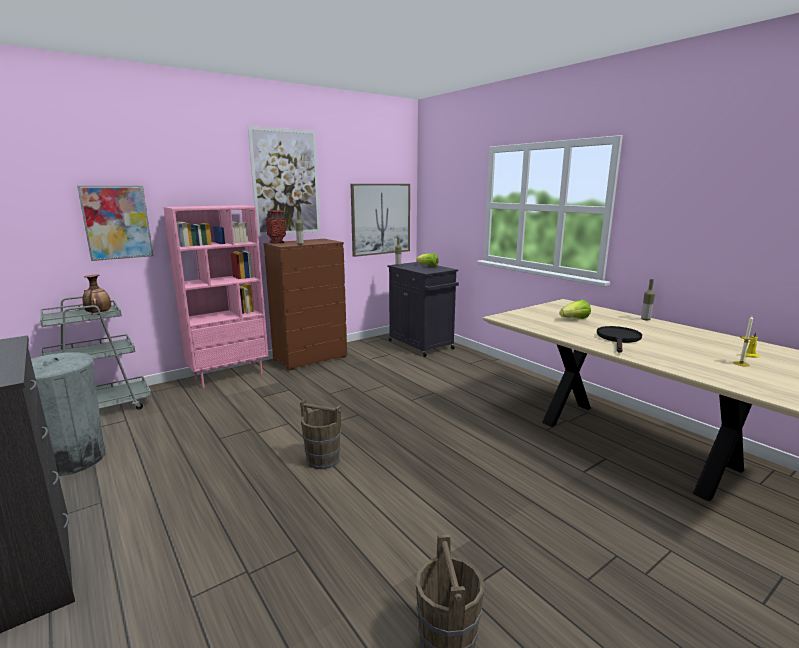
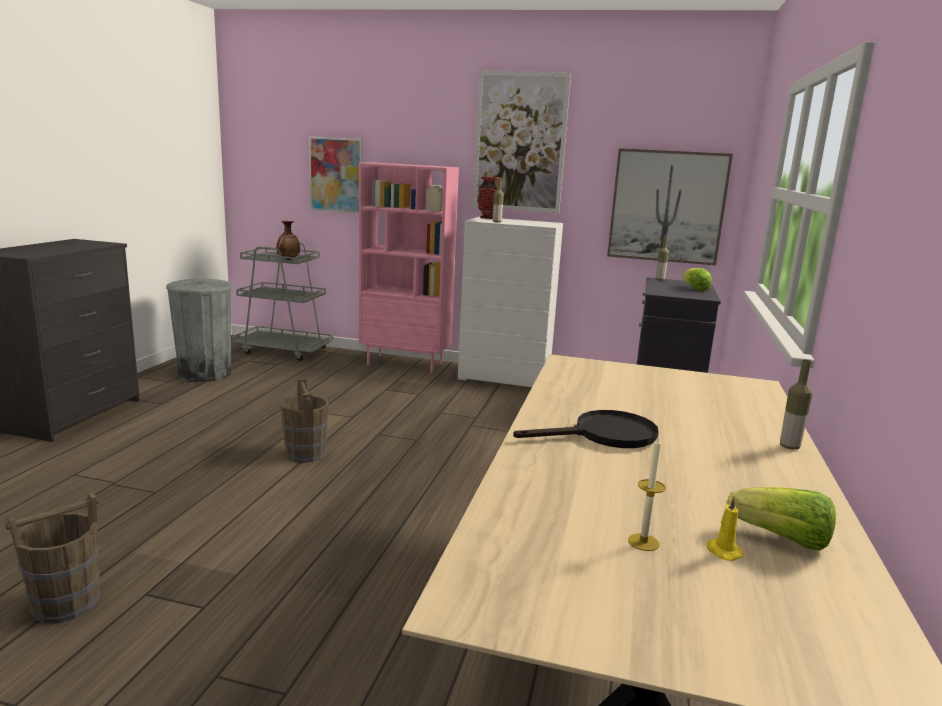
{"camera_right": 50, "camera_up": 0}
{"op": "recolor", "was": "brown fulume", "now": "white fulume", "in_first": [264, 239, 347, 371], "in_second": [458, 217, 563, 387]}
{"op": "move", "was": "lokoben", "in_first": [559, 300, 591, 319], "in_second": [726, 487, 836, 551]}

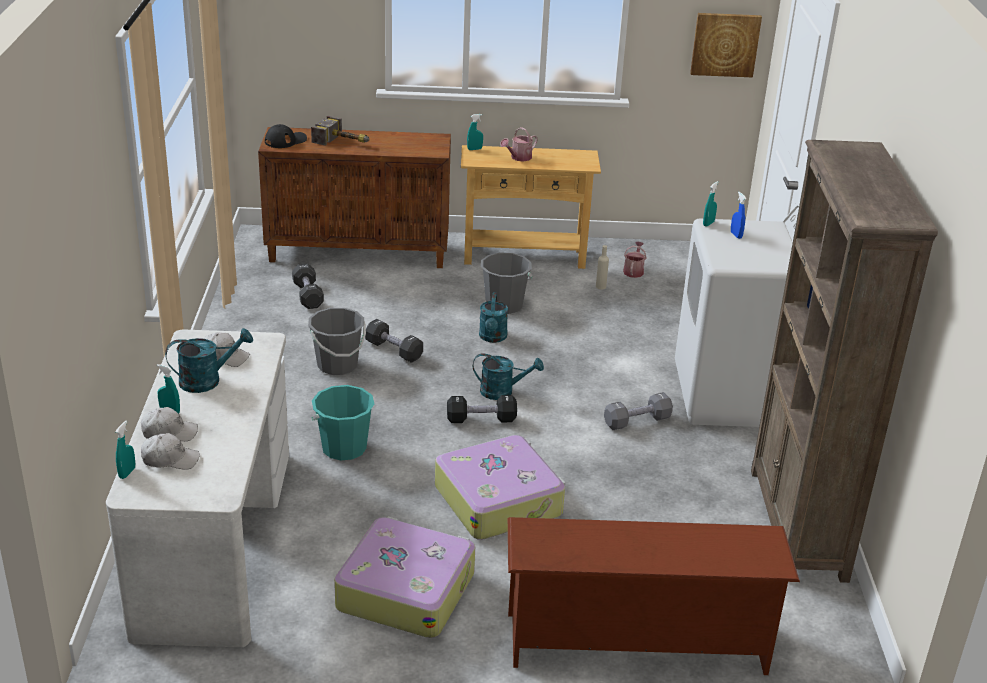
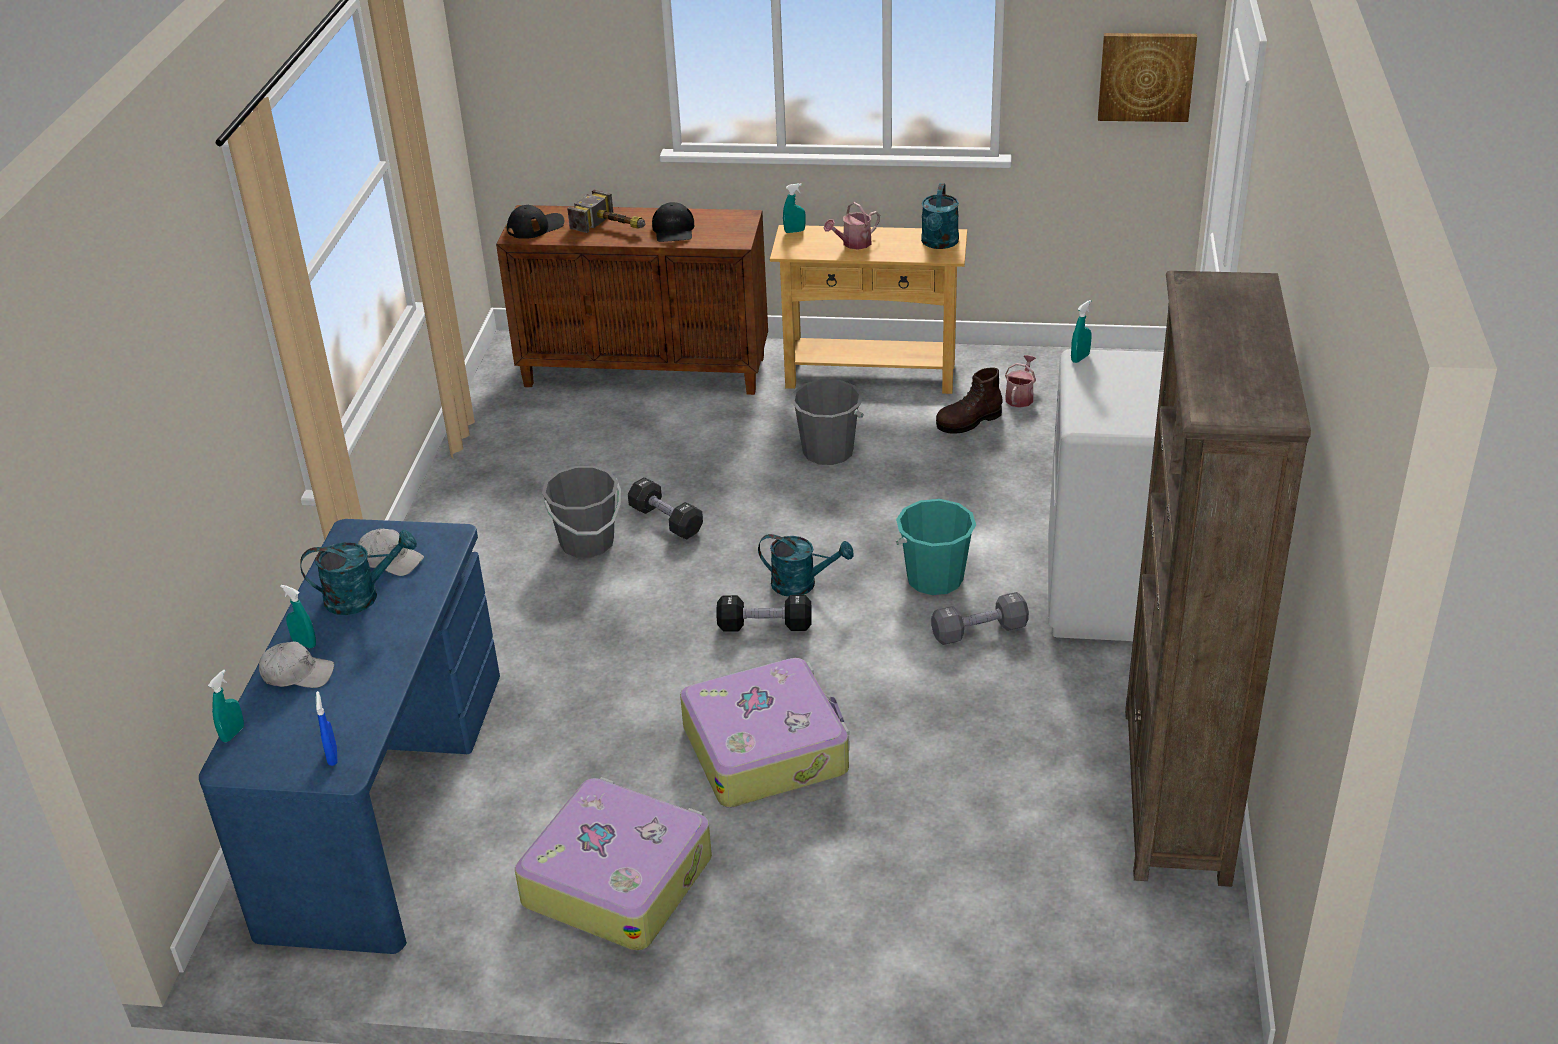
{"camera_right": 10, "camera_up": 5}
{"op": "move", "was": "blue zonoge", "in_first": [731, 192, 746, 239], "in_second": [316, 691, 338, 766]}
{"op": "replace", "was": "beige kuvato", "now": "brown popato", "in_first": [596, 245, 609, 289], "in_second": [936, 367, 1003, 434]}
{"op": "delete", "was": "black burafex", "in_first": [292, 263, 324, 309]}
{"op": "move", "was": "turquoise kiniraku", "in_first": [479, 293, 508, 343], "in_second": [921, 183, 959, 249]}
{"op": "recolor", "was": "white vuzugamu", "now": "blue vuzugamu", "in_first": [106, 329, 289, 647], "in_second": [199, 519, 500, 954]}
{"op": "move", "was": "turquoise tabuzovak", "in_first": [312, 385, 374, 460], "in_second": [896, 499, 976, 595]}
{"op": "delete", "was": "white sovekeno", "in_first": [141, 433, 200, 470]}
{"op": "delete", "was": "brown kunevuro", "in_first": [508, 517, 800, 675]}
{"op": "insert", "now": "black sovekeno", "in_second": [652, 202, 694, 242]}

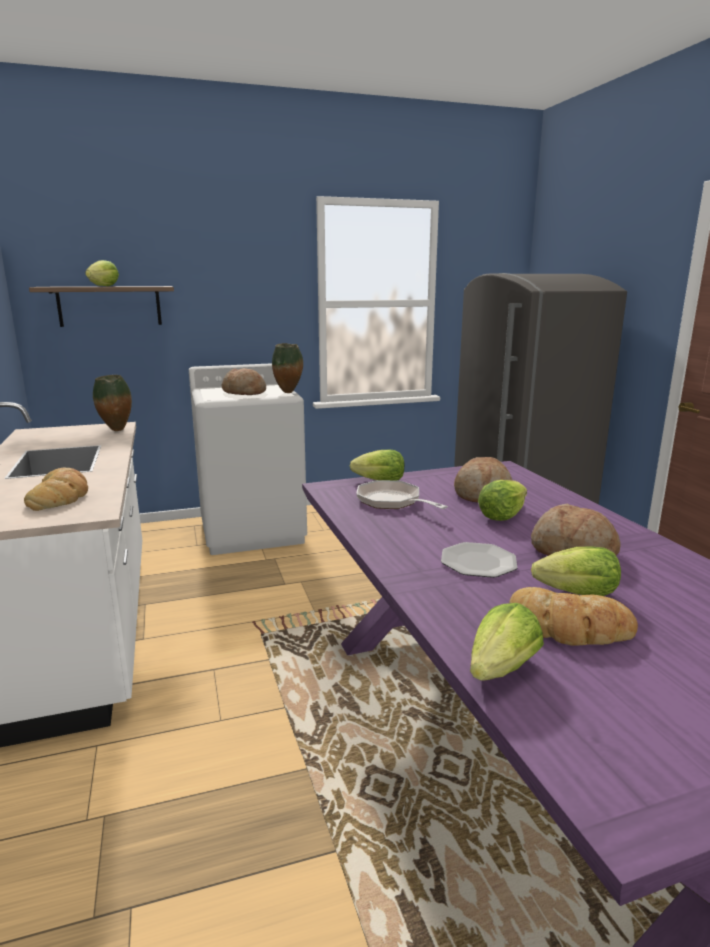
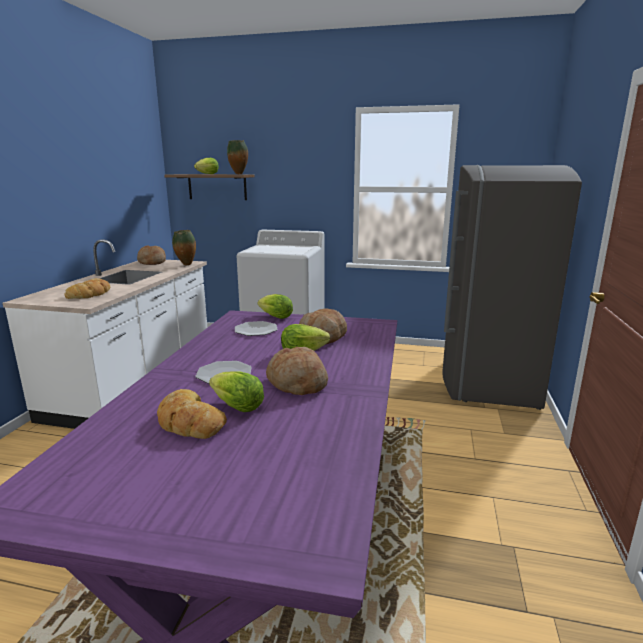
{"camera_right": 30, "camera_up": 0}
{"op": "move", "was": "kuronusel", "in_first": [272, 343, 303, 393], "in_second": [227, 140, 248, 174]}
{"op": "move", "was": "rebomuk", "in_first": [221, 368, 266, 395], "in_second": [137, 245, 166, 265]}
{"op": "replace", "was": "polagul", "now": "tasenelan", "in_first": [356, 480, 448, 509], "in_second": [235, 321, 278, 336]}
{"op": "delete", "was": "lokoben", "in_first": [470, 603, 544, 681]}

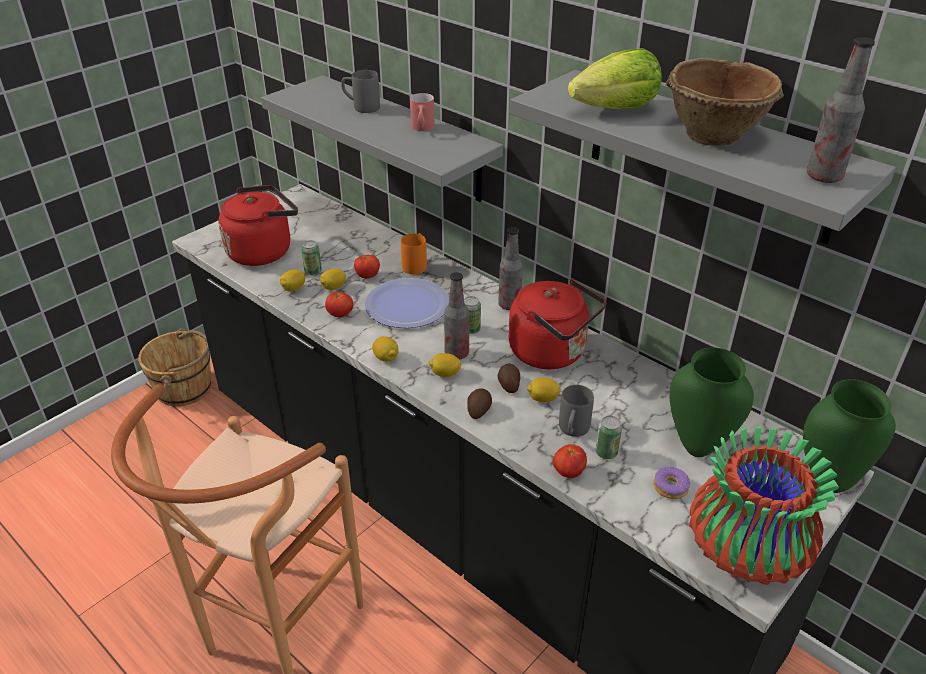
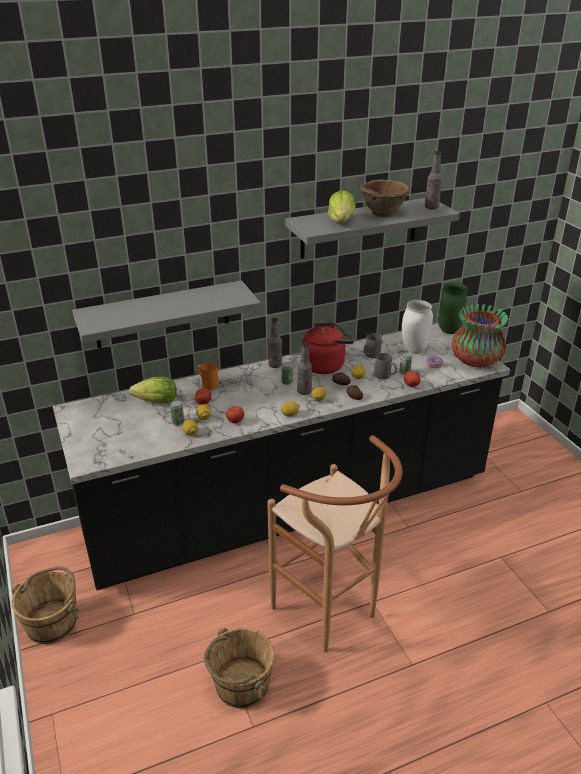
{"camera_right": -65, "camera_up": -5}
{"op": "move", "was": "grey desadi", "in_first": [341, 70, 380, 113], "in_second": [364, 333, 382, 358]}
{"op": "delete", "was": "red desadi", "in_first": [410, 93, 435, 131]}
{"op": "delete", "was": "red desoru", "in_first": [218, 185, 298, 266]}
{"op": "delete", "was": "tasenelan", "in_first": [365, 278, 449, 328]}
{"op": "recolor", "was": "green kuronusel", "now": "white kuronusel", "in_first": [669, 347, 754, 457], "in_second": [402, 300, 433, 354]}
{"op": "insert", "now": "lokoben", "in_second": [129, 377, 177, 403]}
{"op": "insert", "now": "brown tabuzovak", "in_second": [204, 628, 274, 708]}

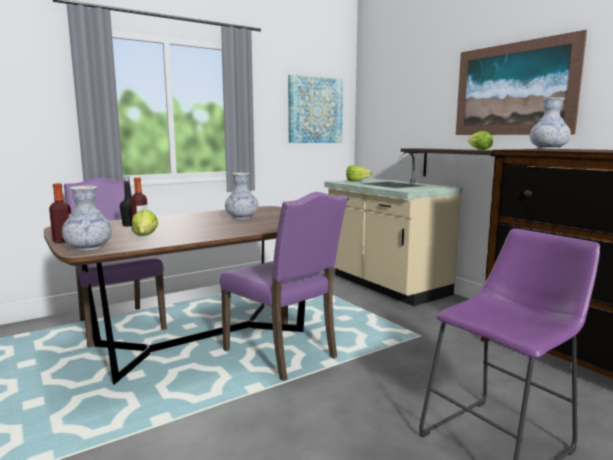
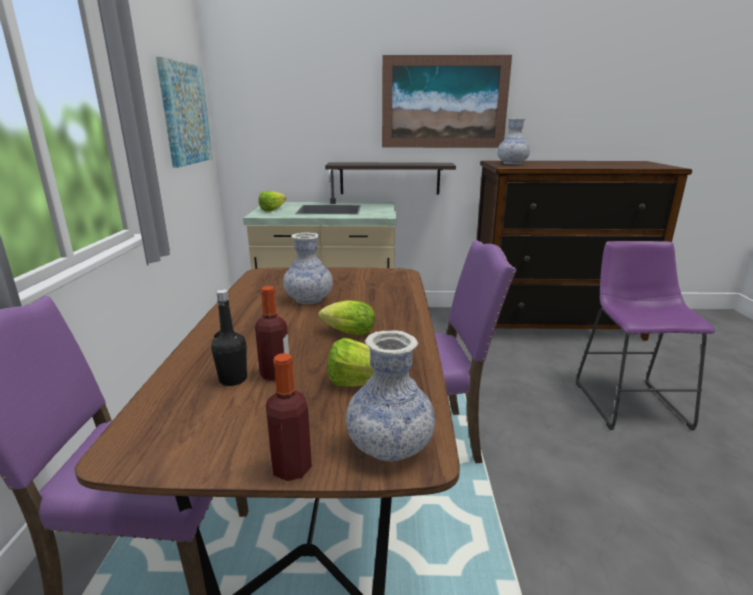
{"camera_right": -55, "camera_up": 10}
{"op": "move", "was": "lokoben", "in_first": [468, 131, 493, 150], "in_second": [319, 300, 375, 335]}

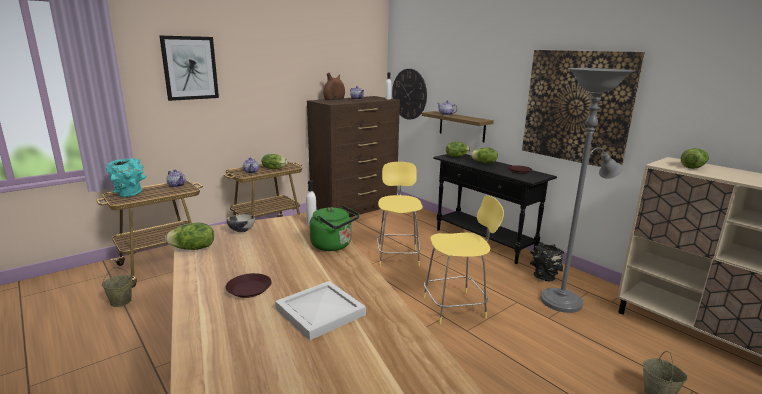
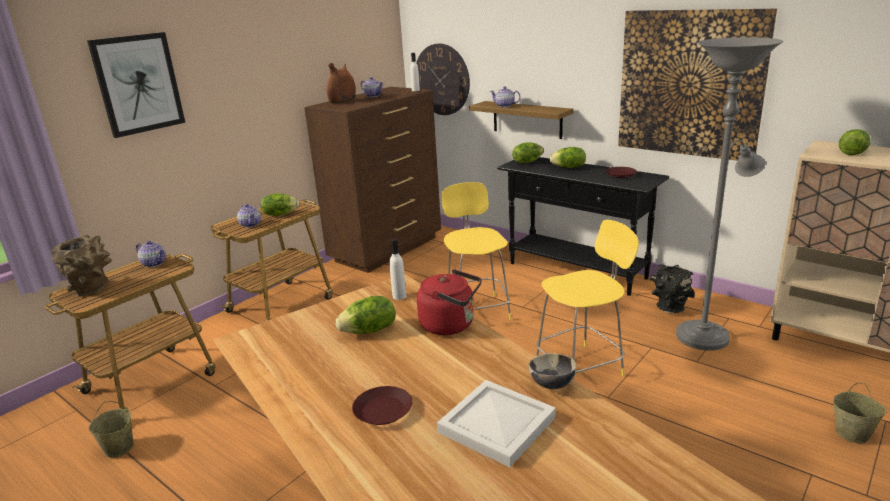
{"camera_right": -10, "camera_up": 5}
{"op": "recolor", "was": "turquoise kuronusel", "now": "brown kuronusel", "in_first": [106, 158, 146, 197], "in_second": [51, 235, 112, 296]}
{"op": "recolor", "was": "green desoru", "now": "red desoru", "in_first": [309, 205, 360, 251], "in_second": [417, 269, 482, 335]}
{"op": "move", "was": "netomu", "in_first": [227, 214, 255, 232], "in_second": [528, 353, 576, 389]}
{"op": "move", "was": "lokoben", "in_first": [165, 223, 214, 250], "in_second": [336, 296, 395, 334]}

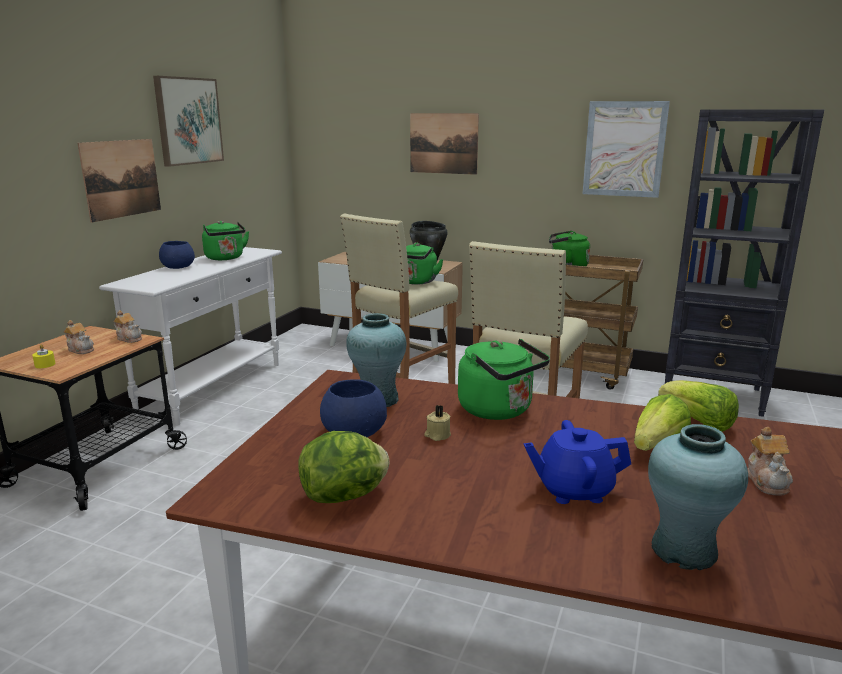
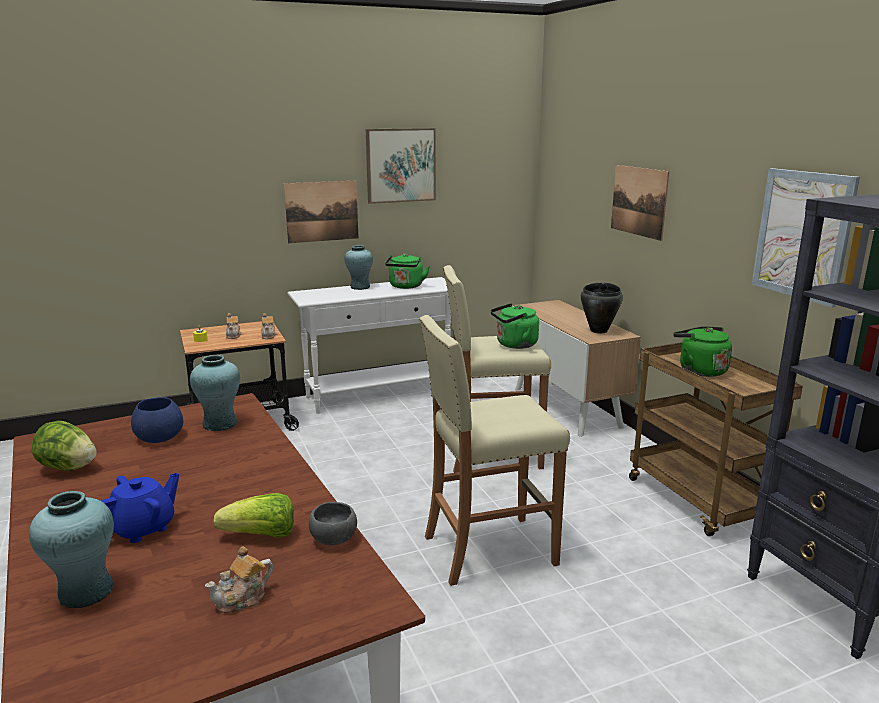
{"camera_right": 45, "camera_up": 0}
{"op": "replace", "was": "blue netomu", "now": "turquoise kuronusel", "in_first": [159, 241, 195, 269], "in_second": [345, 245, 373, 290]}
{"op": "delete", "was": "green desoru", "in_first": [458, 339, 550, 420]}
{"op": "replace", "was": "lokoben", "now": "grey netomu", "in_first": [658, 380, 739, 432], "in_second": [309, 502, 357, 545]}
{"op": "delete", "was": "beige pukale", "in_first": [424, 405, 451, 441]}
{"op": "rotate", "was": "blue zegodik", "in_first": [524, 420, 631, 504], "in_second": [100, 473, 179, 543], "clockwise": 90}

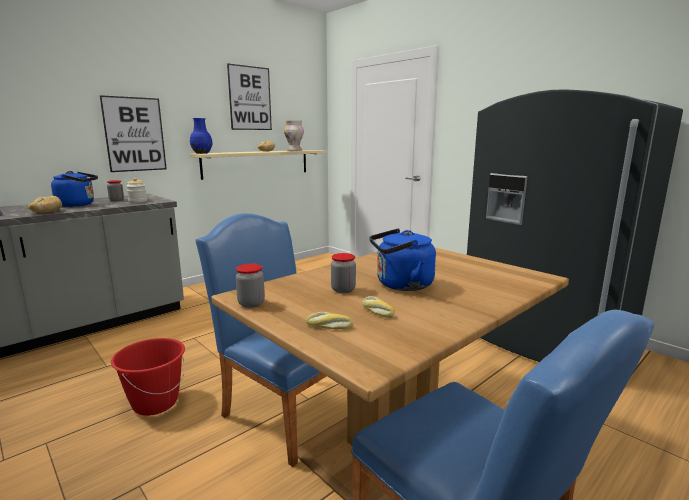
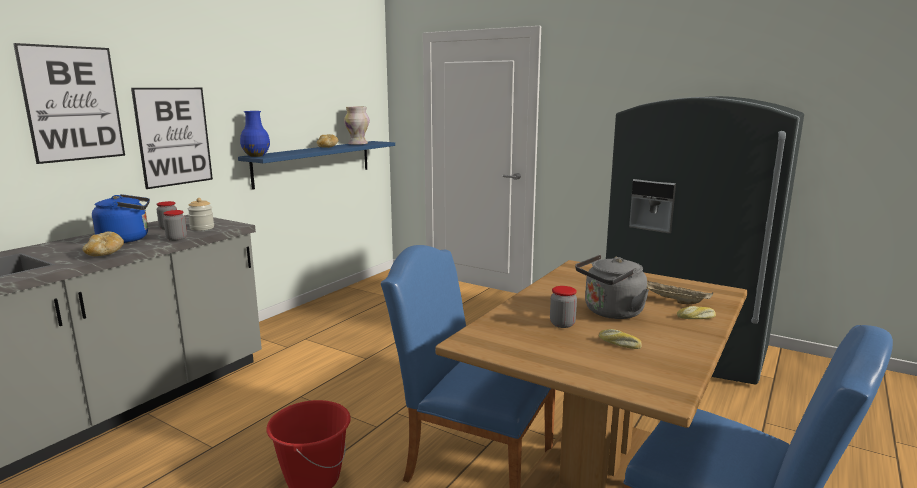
{"camera_right": -15, "camera_up": 0}
{"op": "move", "was": "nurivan", "in_first": [227, 64, 272, 130], "in_second": [13, 43, 125, 164]}
{"op": "recolor", "was": "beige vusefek", "now": "blue vusefek", "in_first": [189, 150, 326, 180], "in_second": [238, 141, 395, 190]}
{"op": "recolor", "was": "blue desoru", "now": "grey desoru", "in_first": [369, 228, 436, 291], "in_second": [575, 254, 649, 319]}
{"op": "move", "was": "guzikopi", "in_first": [236, 264, 265, 308], "in_second": [163, 210, 187, 241]}
{"op": "move", "was": "rebomuk", "in_first": [306, 312, 353, 329], "in_second": [677, 306, 716, 319]}
{"op": "insert", "now": "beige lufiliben", "in_second": [647, 281, 713, 304]}

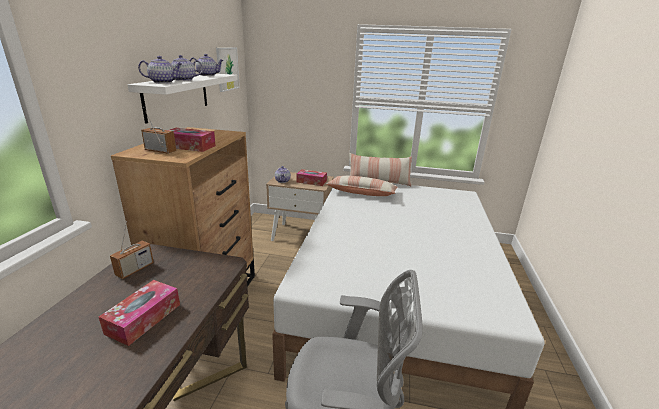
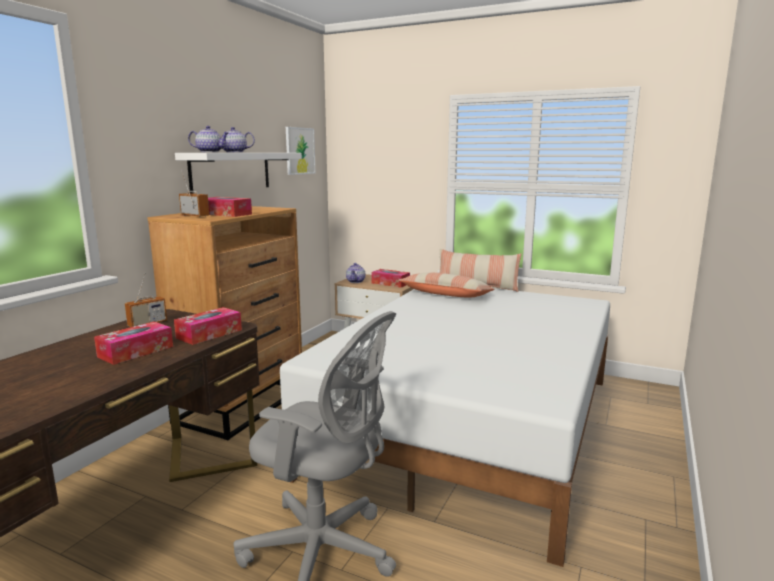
{"camera_right": 15, "camera_up": -10}
{"op": "delete", "was": "zegodik", "in_first": [190, 54, 224, 76]}
{"op": "insert", "now": "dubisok", "in_second": [174, 307, 242, 345]}

